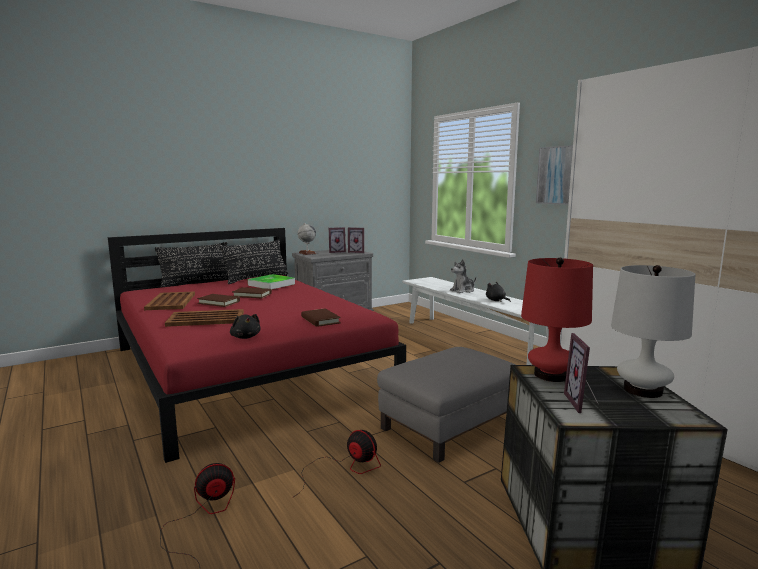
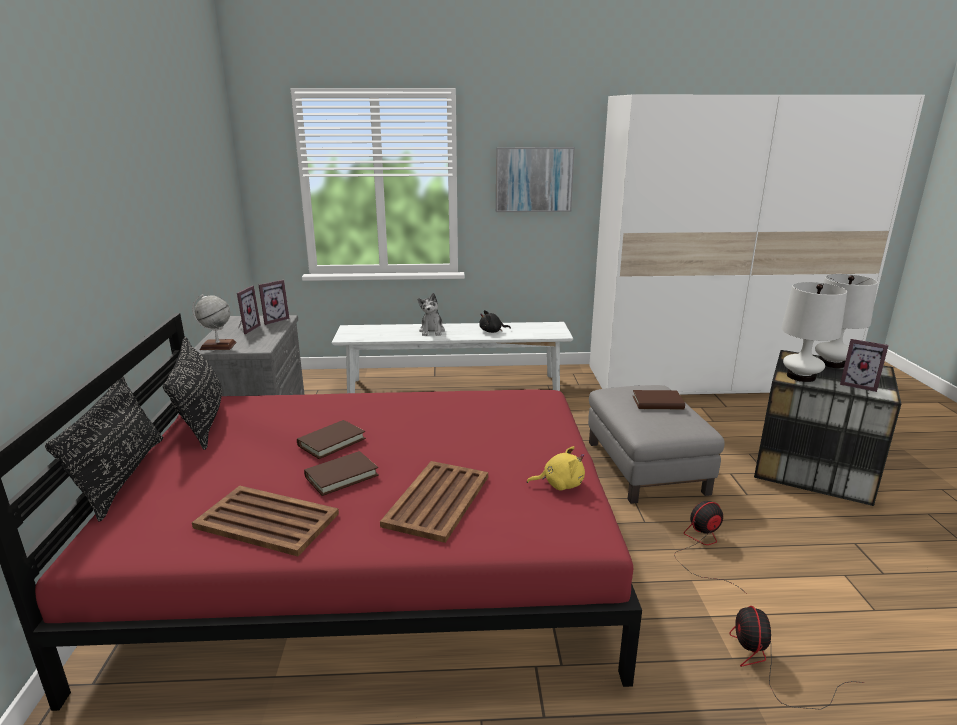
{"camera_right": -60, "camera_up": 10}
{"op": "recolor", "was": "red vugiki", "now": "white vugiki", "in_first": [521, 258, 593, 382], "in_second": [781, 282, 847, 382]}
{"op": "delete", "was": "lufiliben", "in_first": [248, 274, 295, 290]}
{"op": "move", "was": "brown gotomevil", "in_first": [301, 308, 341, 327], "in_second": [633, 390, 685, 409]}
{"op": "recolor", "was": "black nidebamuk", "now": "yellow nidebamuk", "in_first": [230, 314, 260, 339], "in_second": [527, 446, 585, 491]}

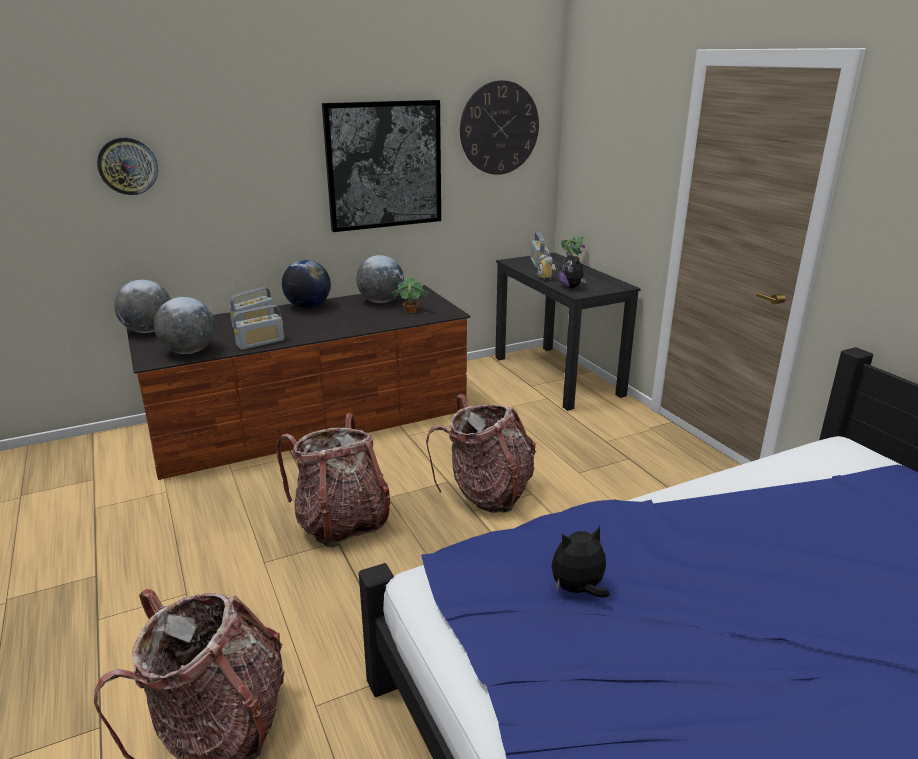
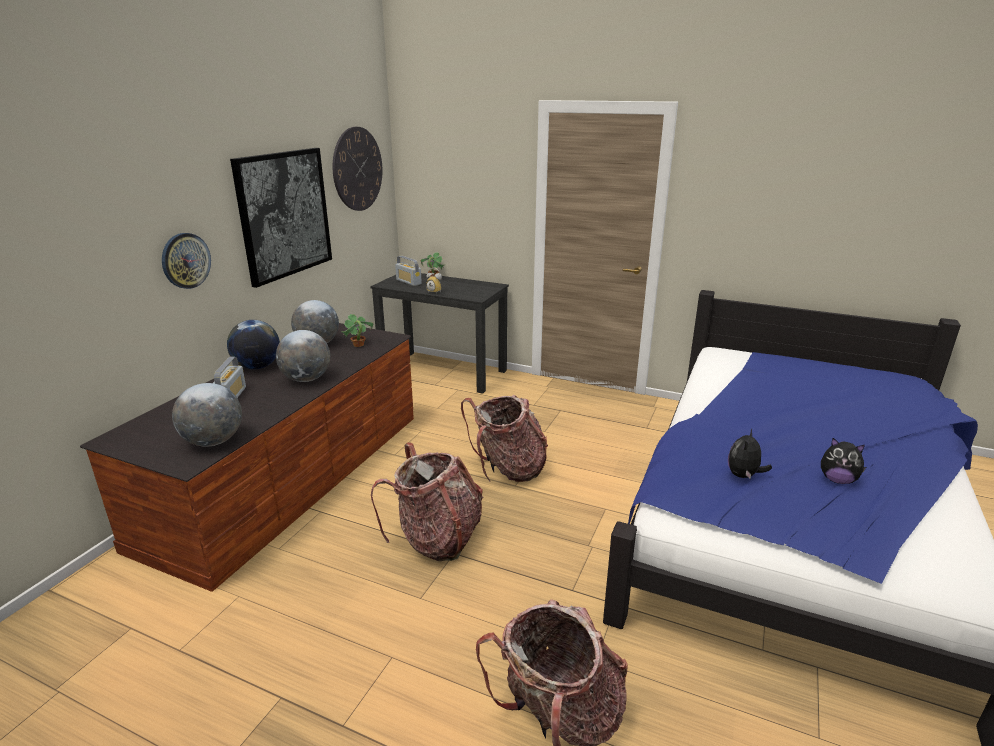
{"camera_right": -40, "camera_up": 0}
{"op": "move", "was": "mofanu", "in_first": [97, 137, 158, 195], "in_second": [162, 233, 211, 289]}
{"op": "move", "was": "nidebamuk", "in_first": [559, 251, 586, 288], "in_second": [821, 438, 866, 484]}
{"op": "move", "was": "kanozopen", "in_first": [114, 280, 171, 333], "in_second": [276, 330, 330, 382]}
{"op": "delete", "was": "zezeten", "in_first": [233, 305, 284, 350]}

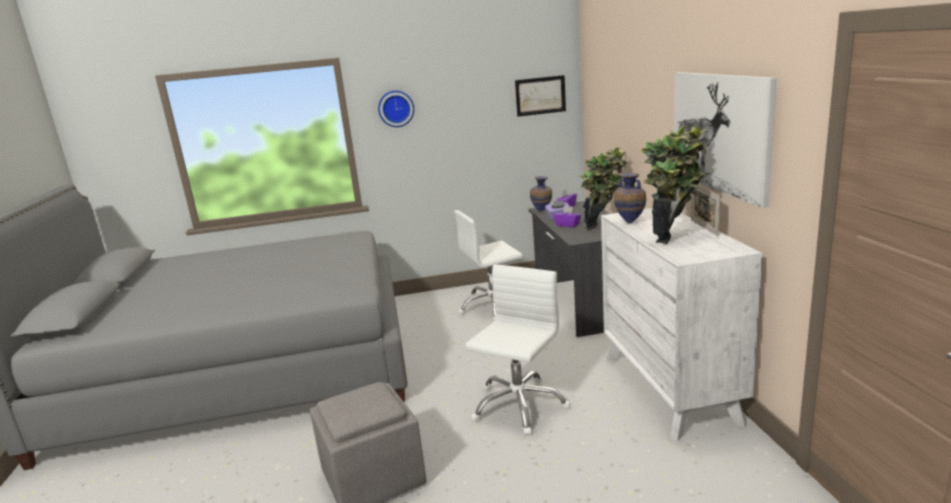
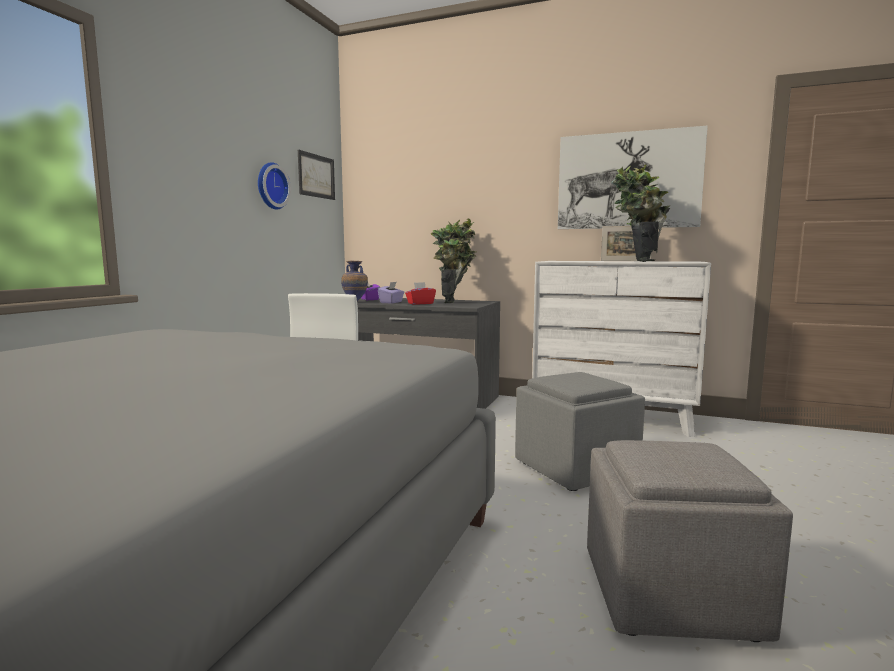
{"camera_right": -60, "camera_up": -10}
{"op": "move", "was": "mofanu", "in_first": [378, 91, 414, 127], "in_second": [258, 162, 291, 210]}
{"op": "delete", "was": "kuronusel", "in_first": [614, 173, 646, 224]}
{"op": "recolor", "was": "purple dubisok", "now": "red dubisok", "in_first": [553, 206, 581, 227], "in_second": [405, 282, 436, 305]}
{"op": "replace", "was": "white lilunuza", "now": "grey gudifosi", "in_first": [465, 265, 570, 435], "in_second": [515, 372, 645, 491]}

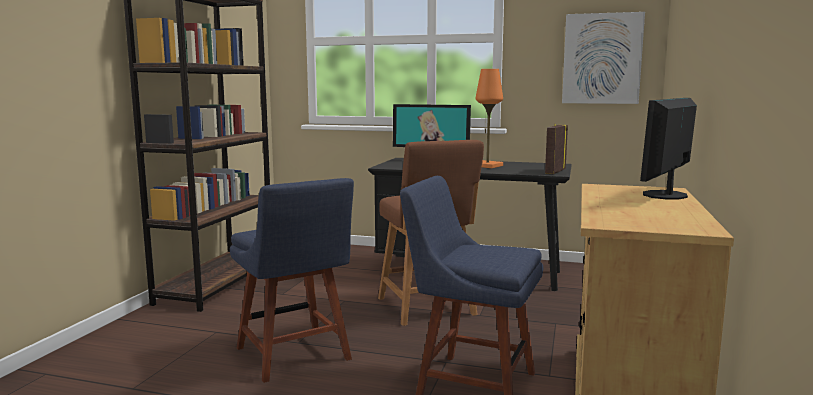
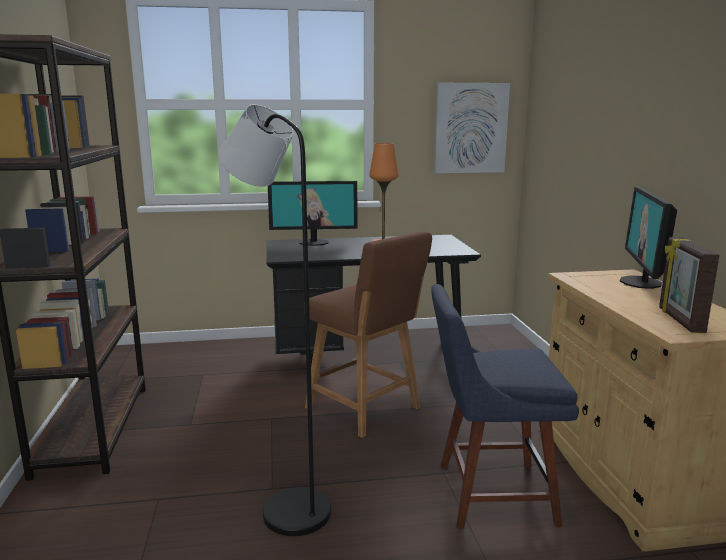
{"camera_right": -25, "camera_up": 5}
{"op": "move", "was": "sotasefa", "in_first": [545, 124, 568, 174], "in_second": [659, 237, 719, 333]}
{"op": "replace", "was": "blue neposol", "now": "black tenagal", "in_first": [230, 178, 354, 383], "in_second": [218, 105, 331, 536]}

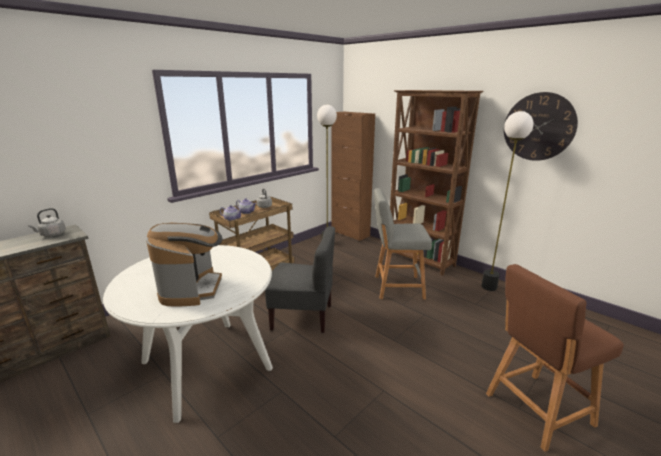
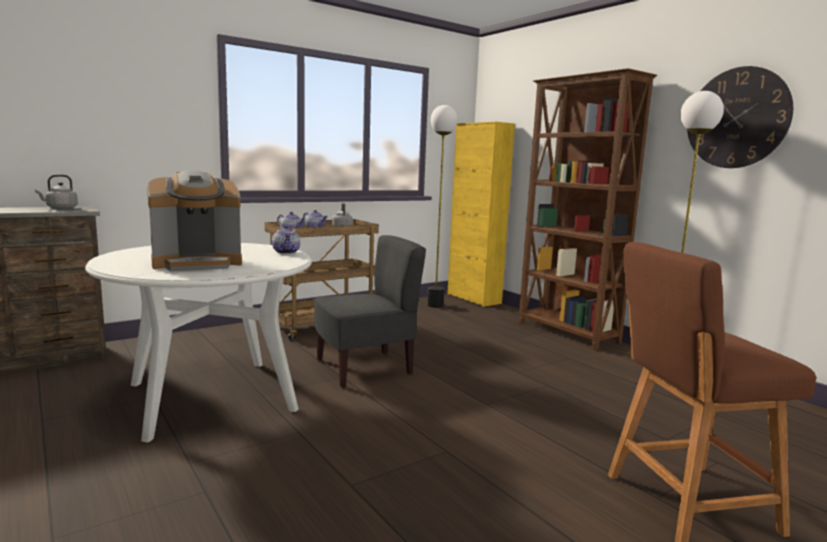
{"camera_right": 10, "camera_up": -10}
{"op": "recolor", "was": "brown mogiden", "now": "yellow mogiden", "in_first": [331, 112, 375, 241], "in_second": [447, 122, 515, 307]}
{"op": "delete", "was": "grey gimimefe", "in_first": [374, 188, 432, 300]}
{"op": "rotate", "was": "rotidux", "in_first": [146, 223, 223, 306], "in_second": [147, 170, 242, 271], "clockwise": 60}
{"op": "rotate", "was": "grey neposol", "in_first": [265, 226, 335, 333], "in_second": [314, 235, 426, 388], "clockwise": -45}
{"op": "insert", "now": "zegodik", "in_second": [272, 225, 300, 254]}

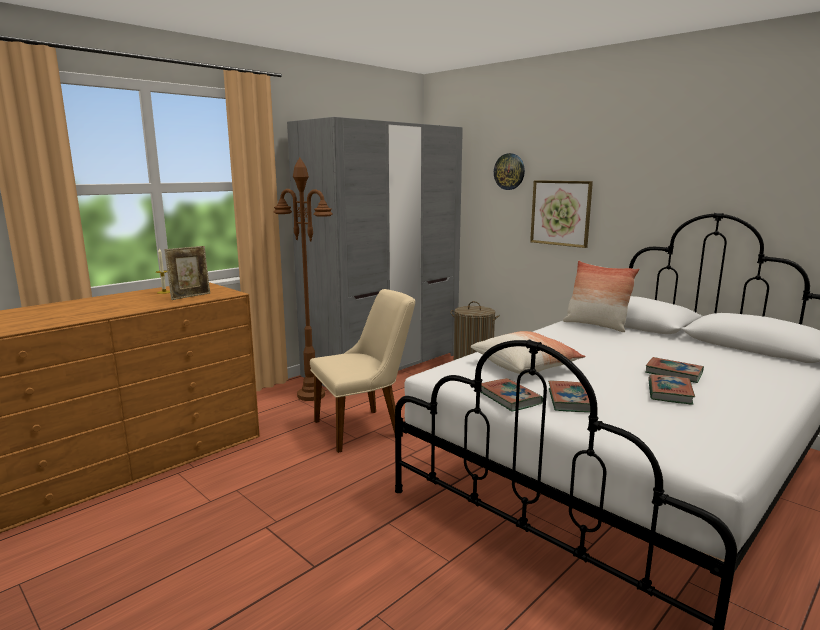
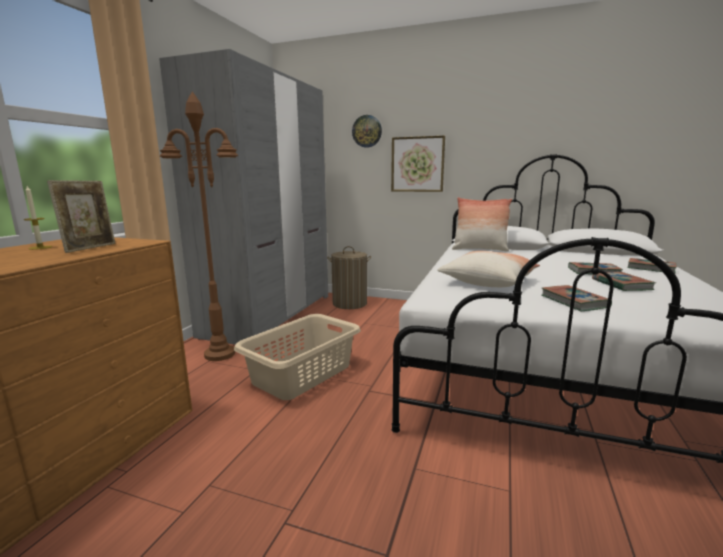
{"camera_right": -25, "camera_up": 0}
{"op": "replace", "was": "beige neposol", "now": "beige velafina", "in_first": [310, 289, 415, 453], "in_second": [234, 314, 361, 400]}
{"op": "move", "was": "gotomevil", "in_first": [480, 378, 543, 412], "in_second": [627, 258, 677, 274]}

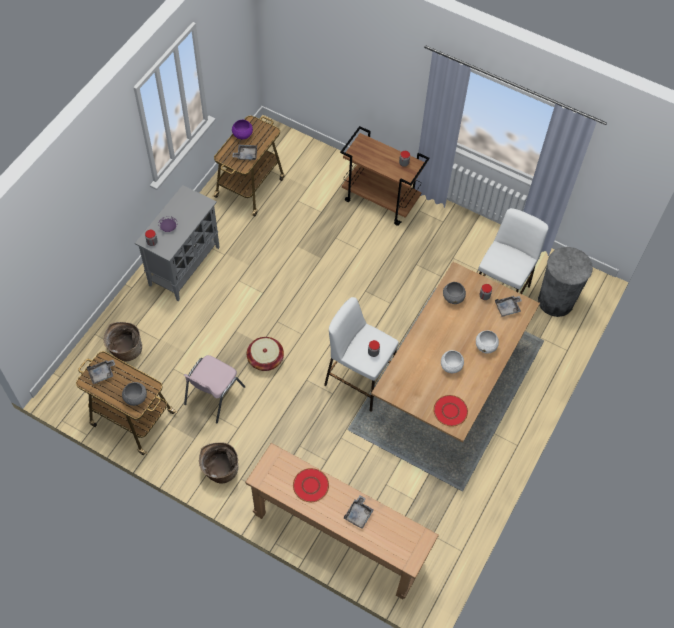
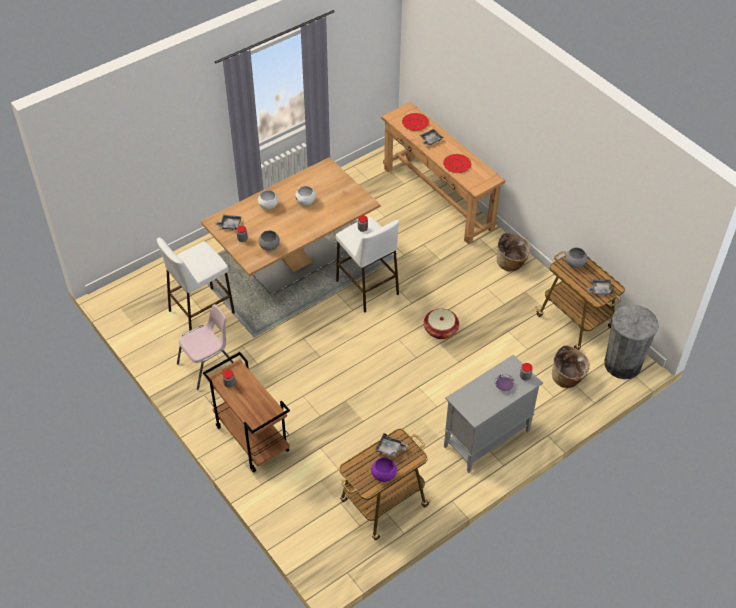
{"camera_right": -155, "camera_up": -10}
{"op": "move", "was": "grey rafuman", "in_first": [538, 247, 593, 317], "in_second": [604, 305, 659, 379]}
{"op": "move", "was": "pink neposol", "in_first": [184, 355, 245, 424], "in_second": [177, 304, 234, 390]}
{"op": "move", "was": "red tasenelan", "in_first": [433, 395, 468, 426], "in_second": [402, 113, 429, 131]}

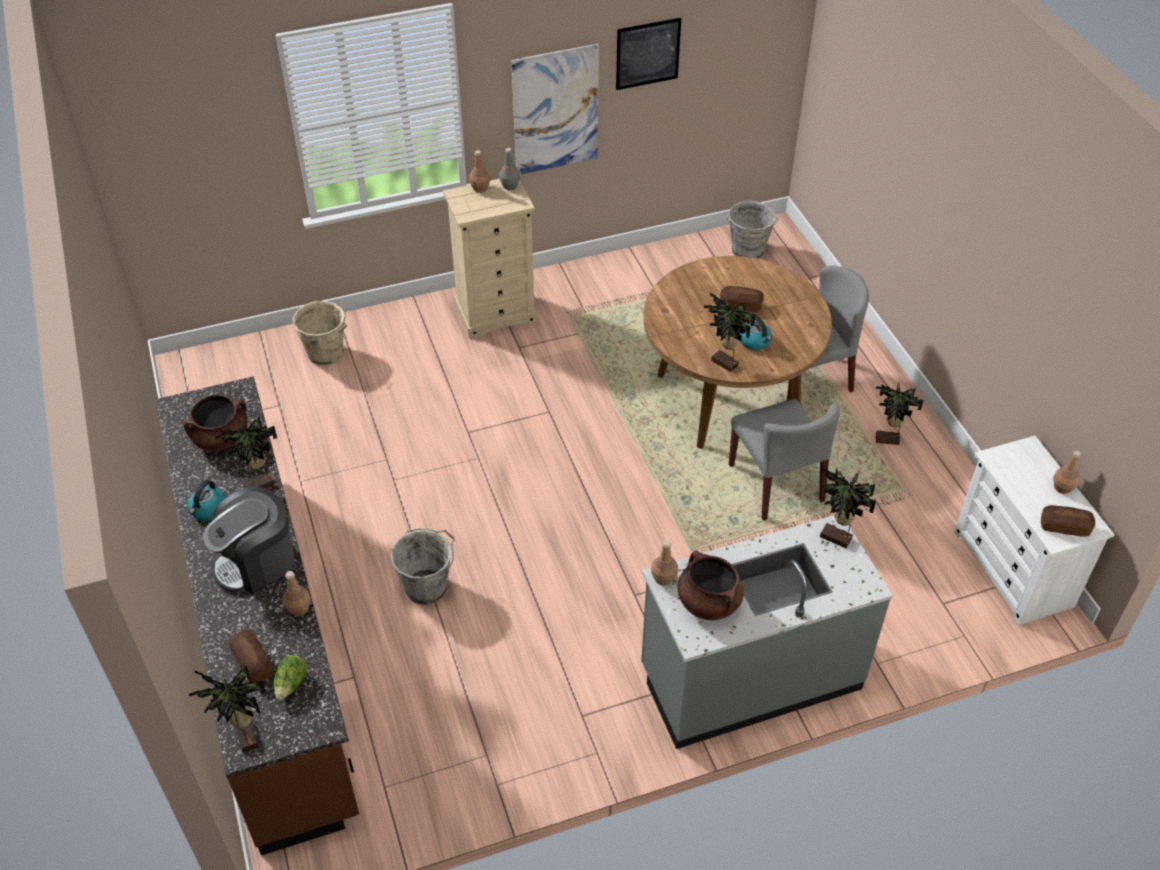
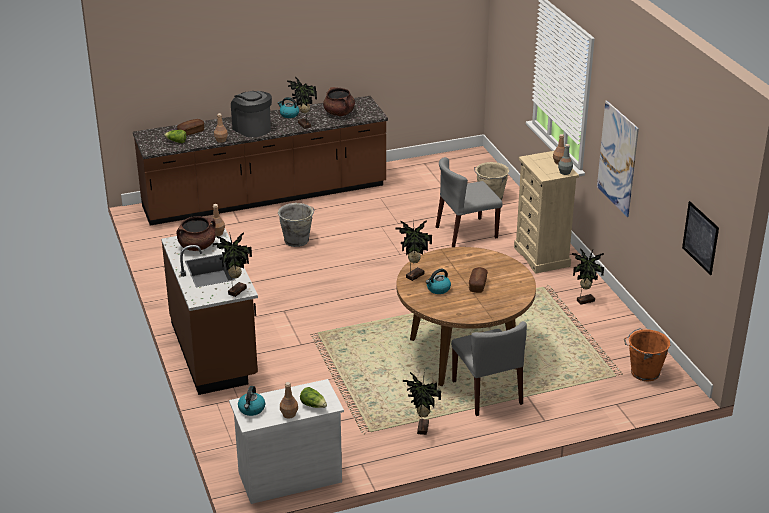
{"camera_right": 90, "camera_up": -15}
{"op": "move", "was": "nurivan", "in_first": [616, 18, 681, 90], "in_second": [682, 201, 719, 275]}
{"op": "recolor", "was": "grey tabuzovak", "now": "orange tabuzovak", "in_first": [727, 201, 778, 259], "in_second": [624, 328, 670, 382]}
{"op": "move", "was": "grey neposol", "in_first": [729, 399, 840, 521], "in_second": [436, 157, 503, 247]}
{"op": "replace", "was": "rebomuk", "now": "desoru", "in_first": [1041, 505, 1095, 537], "in_second": [238, 386, 265, 416]}
{"op": "recolor", "was": "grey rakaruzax", "now": "brown rakaruzax", "in_first": [641, 515, 893, 749], "in_second": [161, 229, 258, 395]}
{"op": "move", "was": "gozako", "in_first": [189, 658, 265, 752], "in_second": [572, 248, 604, 305]}
{"op": "insert", "now": "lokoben", "in_second": [300, 387, 327, 408]}

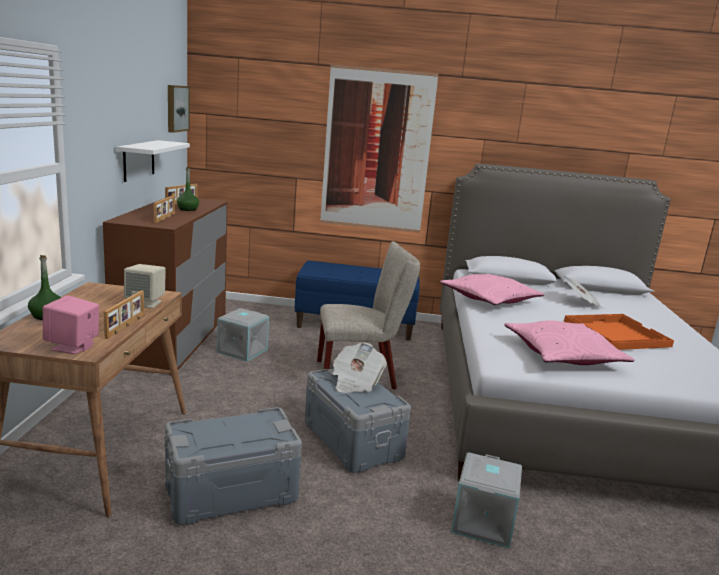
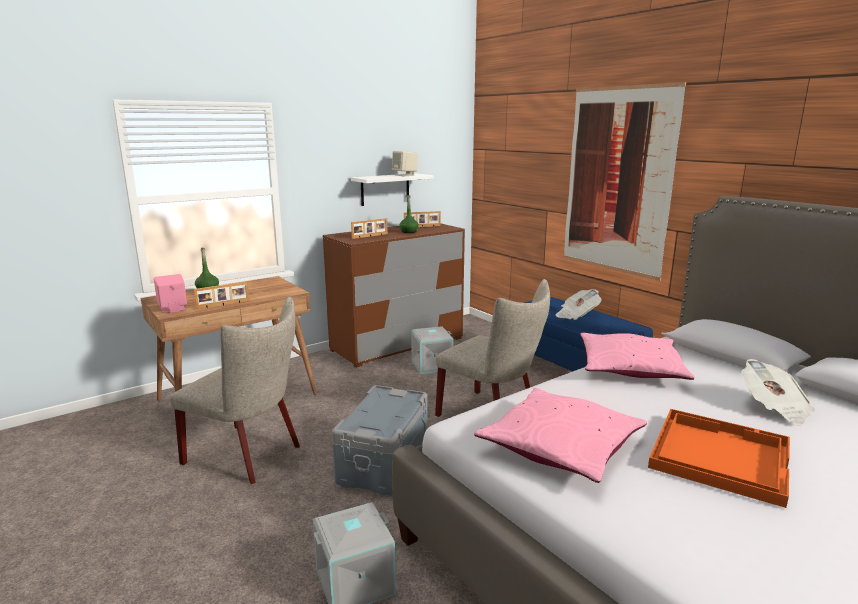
{"camera_right": 50, "camera_up": 0}
{"op": "delete", "was": "nurivan", "in_first": [168, 85, 190, 133]}
{"op": "move", "was": "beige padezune", "in_first": [124, 264, 166, 308], "in_second": [392, 151, 418, 176]}
{"op": "move", "was": "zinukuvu", "in_first": [332, 342, 387, 393], "in_second": [556, 289, 602, 320]}
{"op": "replace", "was": "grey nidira", "now": "beige neposol", "in_first": [164, 407, 302, 525], "in_second": [170, 297, 300, 484]}

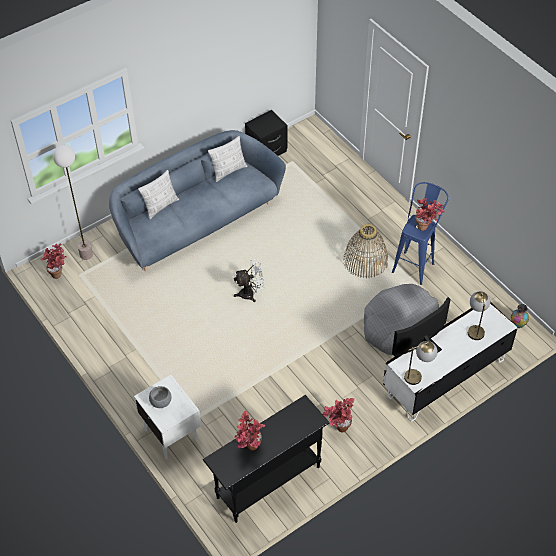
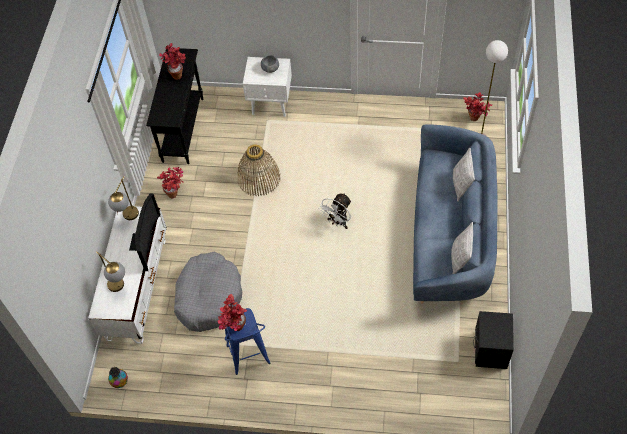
{"camera_right": 135, "camera_up": 5}
{"op": "move", "was": "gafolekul", "in_first": [343, 224, 388, 278], "in_second": [238, 144, 281, 196]}

